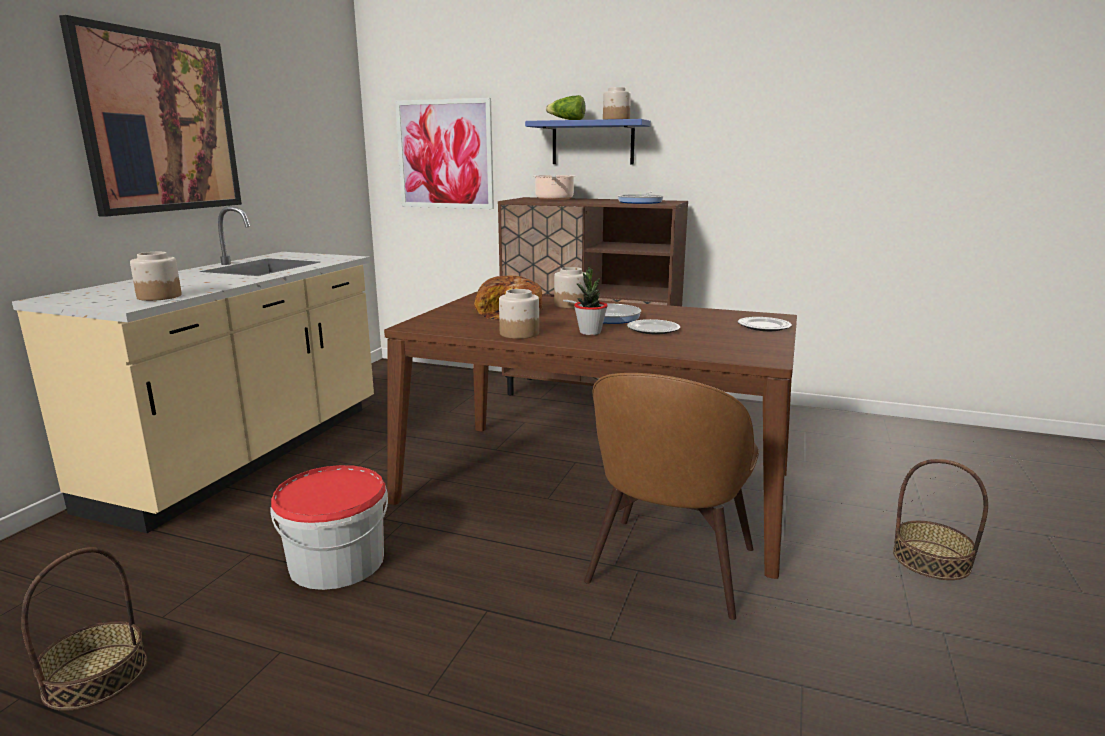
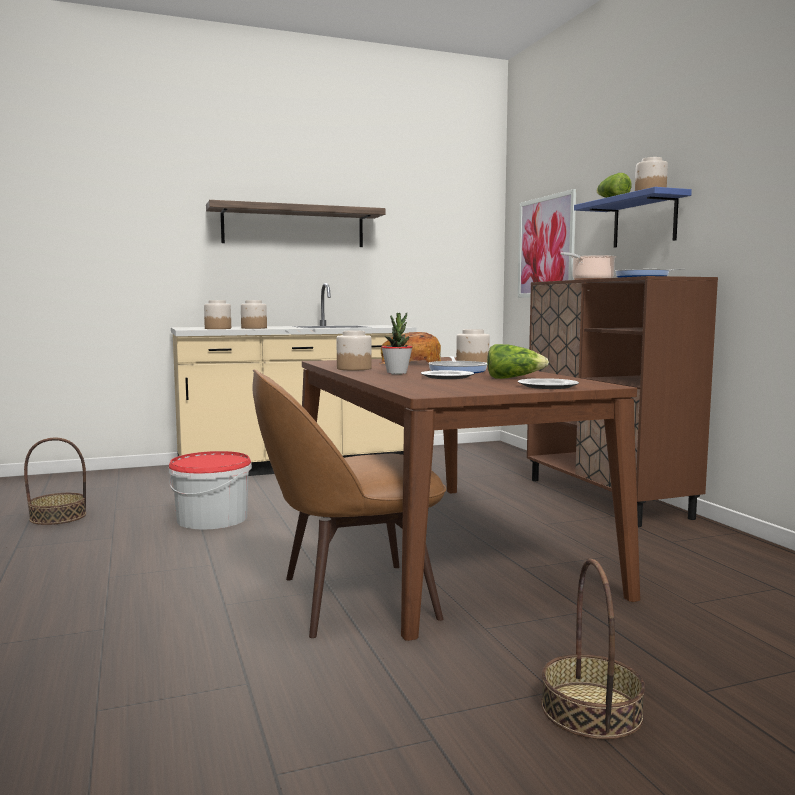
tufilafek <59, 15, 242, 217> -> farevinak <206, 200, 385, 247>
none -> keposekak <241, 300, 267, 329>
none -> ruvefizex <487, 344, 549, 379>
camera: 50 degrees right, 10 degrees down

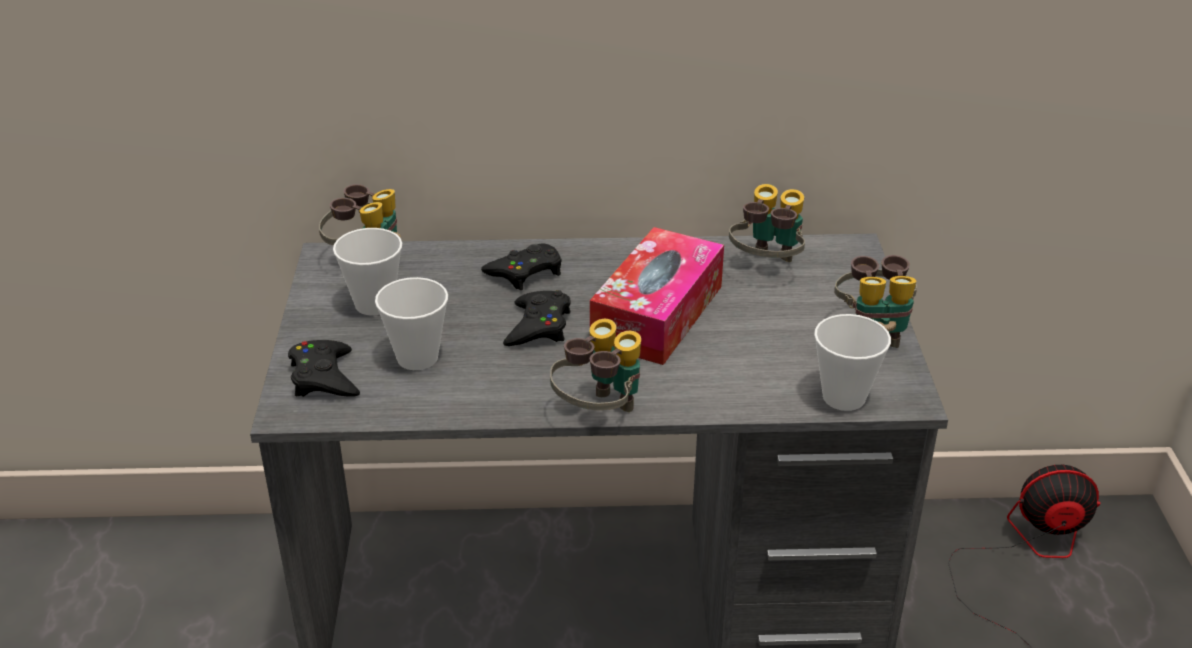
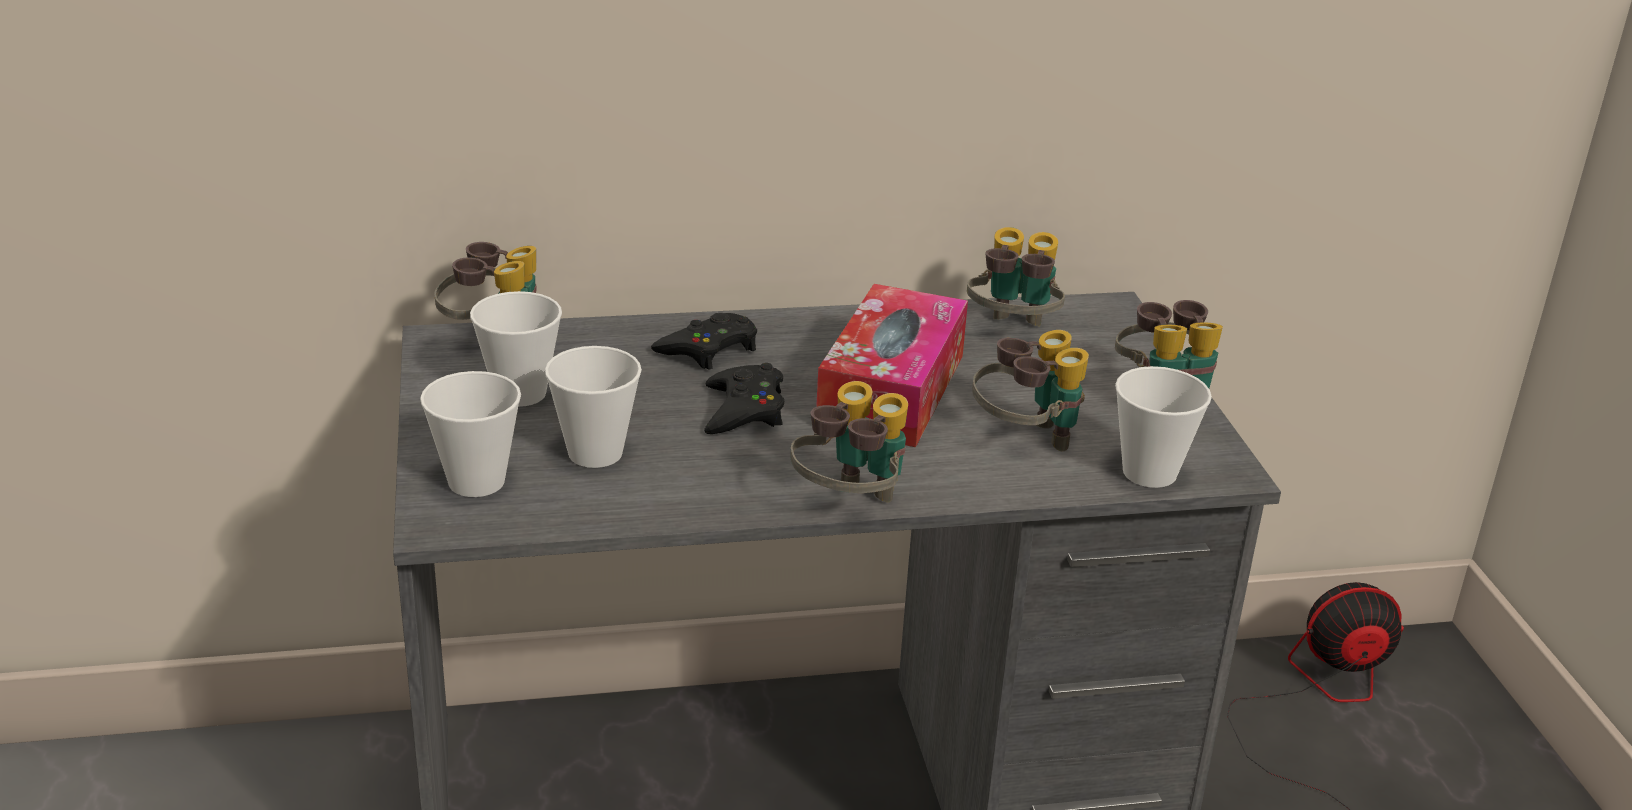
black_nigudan <288, 340, 360, 397> -> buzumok <420, 371, 521, 497>
none -> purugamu <972, 330, 1089, 451>
camera: 10 degrees left, 5 degrees down

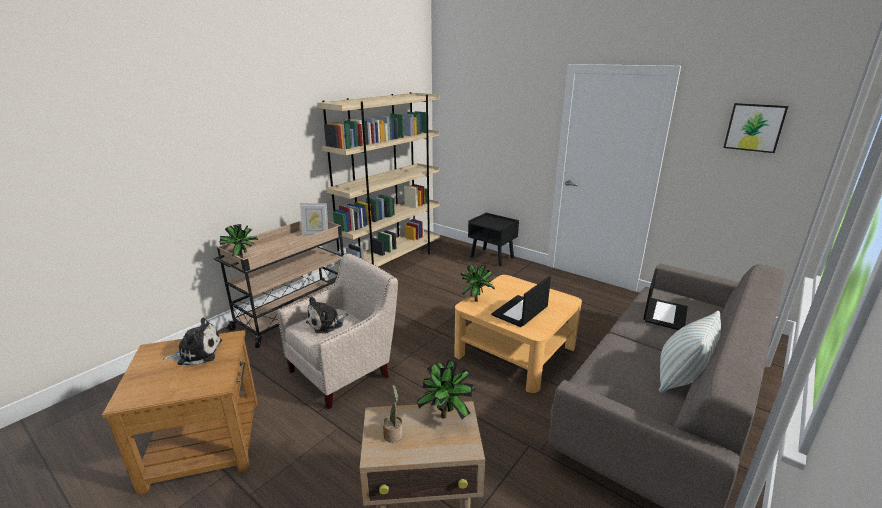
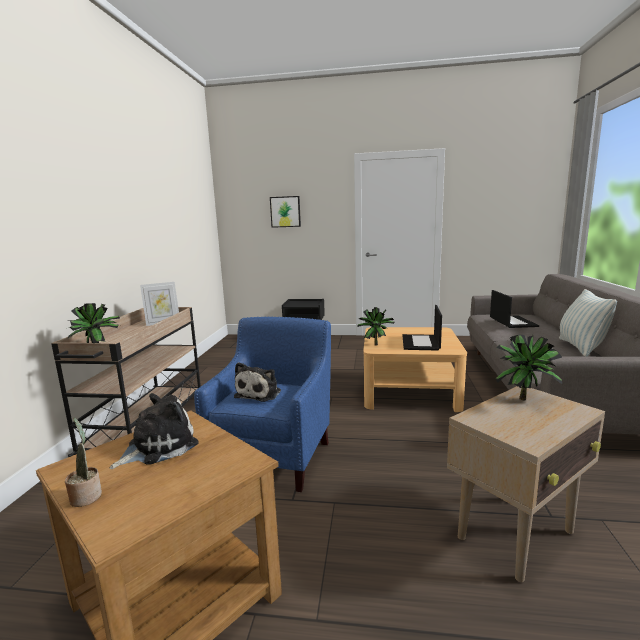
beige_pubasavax <317, 92, 440, 270> -> none
tufilafek <723, 103, 789, 153> -> tufilafek <270, 196, 301, 228>, shifted
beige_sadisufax <277, 253, 398, 409> -> blue_sadisufax <194, 316, 331, 492>
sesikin <383, 385, 403, 443> -> sesikin <65, 418, 102, 507>, shifted
camera: 30 degrees left, 10 degrees down

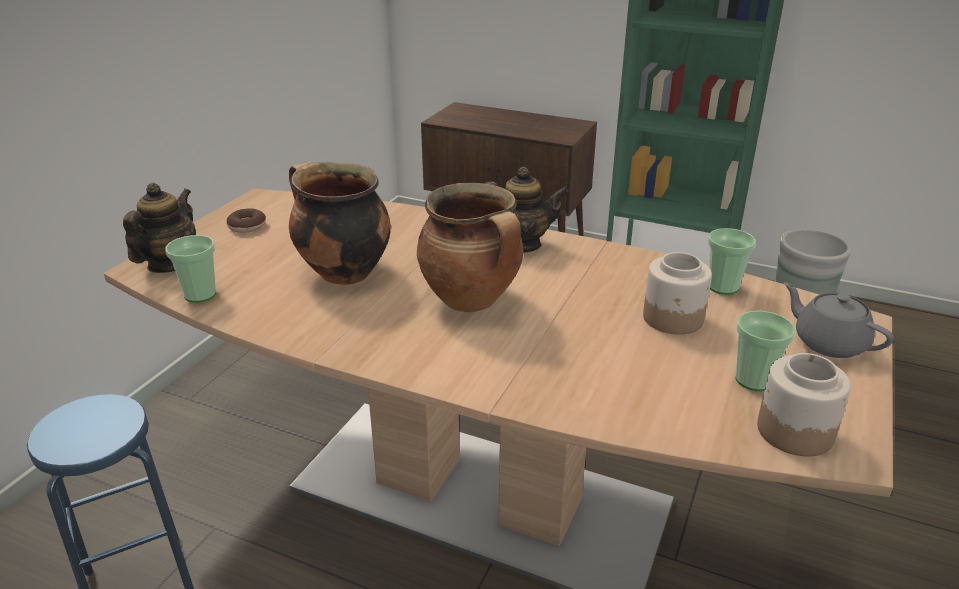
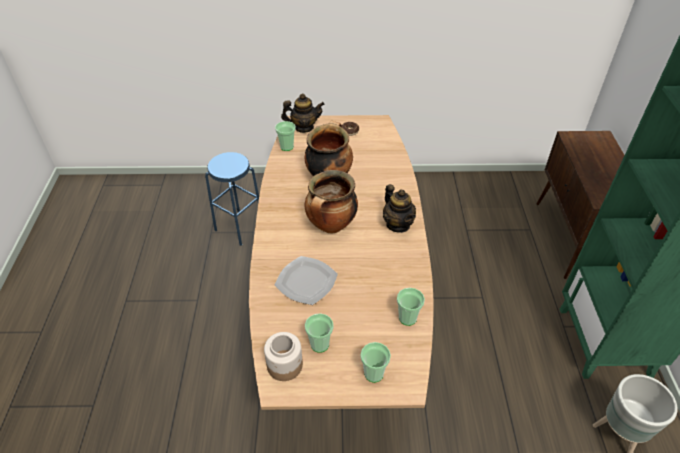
keposekak <643, 252, 712, 335> -> none
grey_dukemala <784, 282, 894, 358> -> buzumok <360, 342, 391, 383>
none -> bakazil <275, 256, 338, 305>
camera: 65 degrees right, 15 degrees up

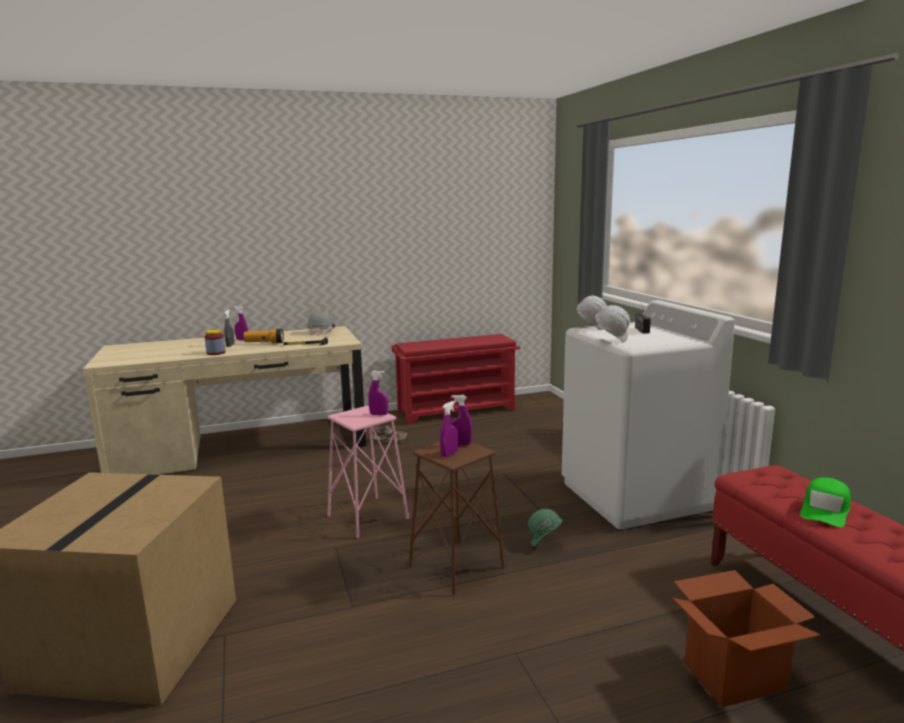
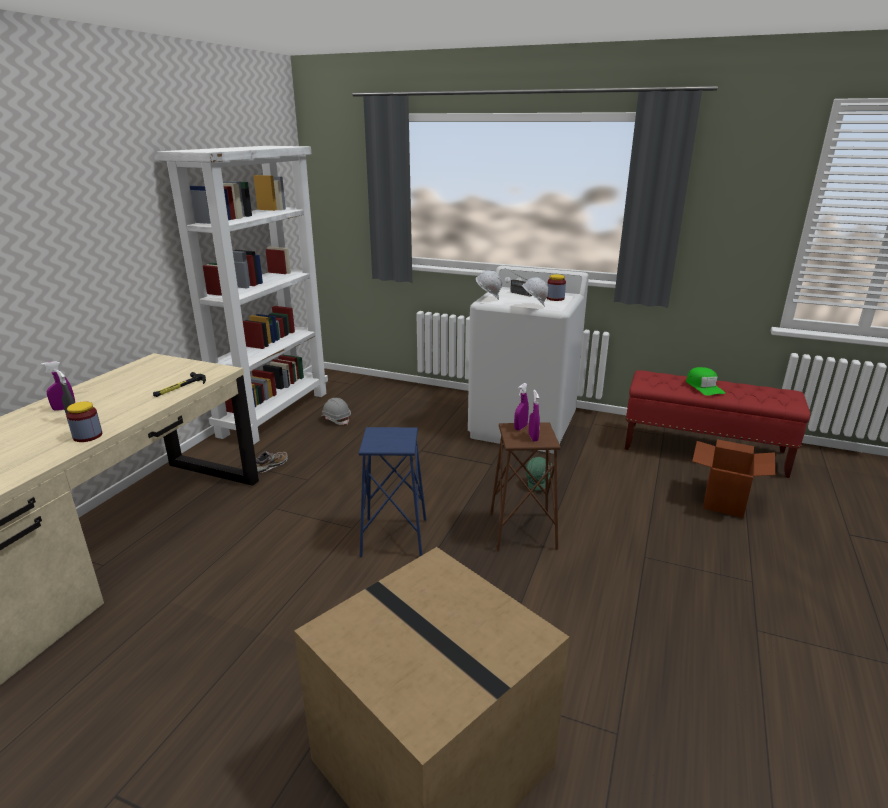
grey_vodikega <307, 309, 335, 336> -> grey_vodikega <320, 398, 351, 425>, shifted
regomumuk <244, 329, 284, 343> -> none
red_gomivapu <391, 334, 520, 424> -> white_pubasavax <157, 146, 328, 444>
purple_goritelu <368, 371, 388, 415> -> none
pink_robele <327, 405, 409, 539> -> blue_robele <359, 427, 426, 557>
none -> keposekak <547, 274, 566, 301>
camera: 50 degrees left, 10 degrees up

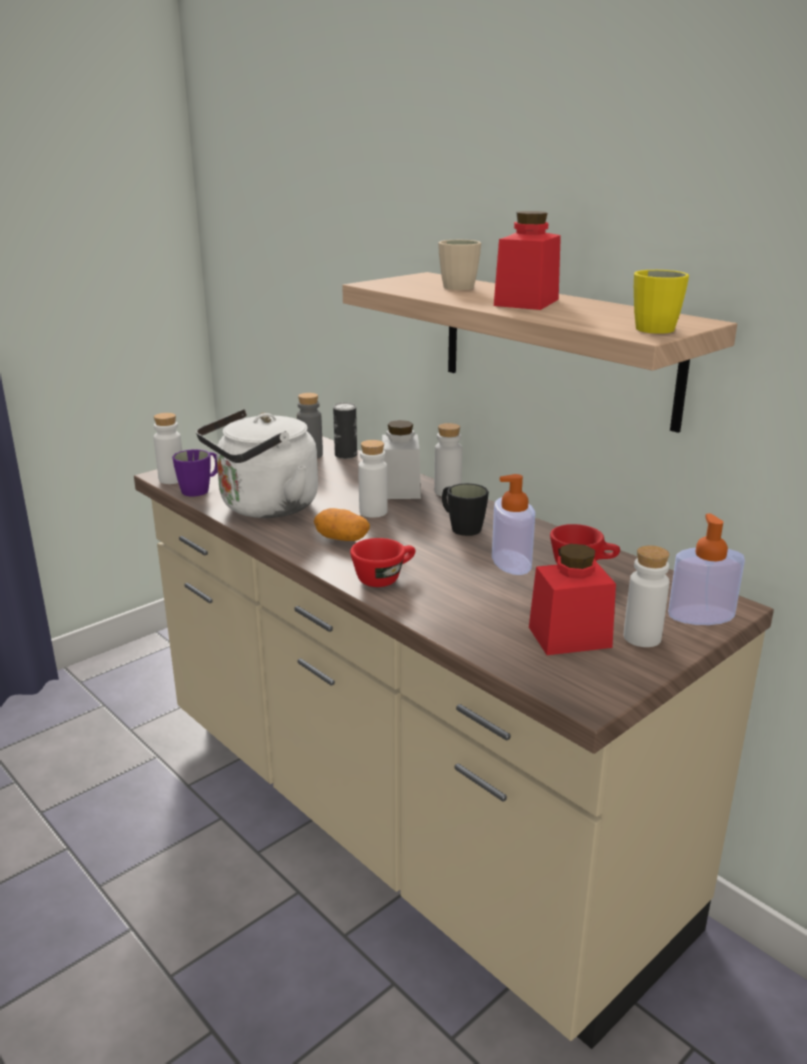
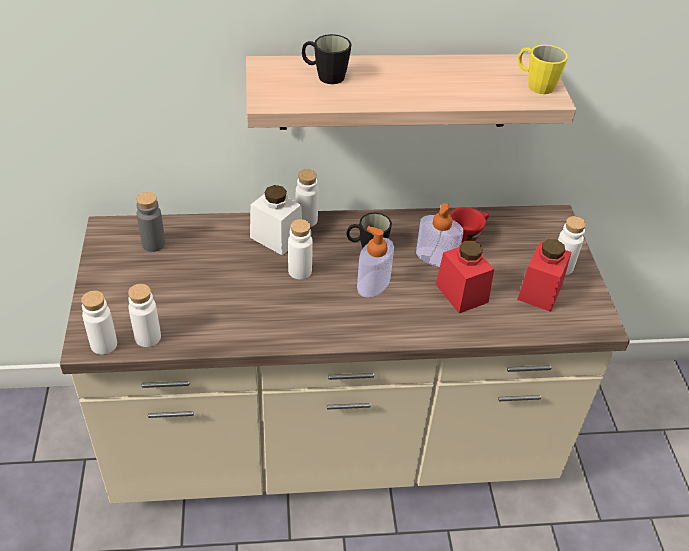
red_keposekak <494, 211, 561, 310> -> red_keposekak <435, 241, 494, 313>, shifted
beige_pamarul <438, 240, 481, 290> -> black_pamarul <302, 34, 352, 84>
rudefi <333, 402, 357, 459> -> none
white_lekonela <196, 409, 318, 518> -> none
purple_pamarul <172, 449, 218, 497> -> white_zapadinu <128, 284, 161, 347>
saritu <314, 508, 370, 541> -> none
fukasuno <668, 514, 745, 625> -> fukasuno <357, 226, 394, 298>, shifted
red_buzumok <350, 538, 415, 587> -> none
camera: 55 degrees left, 20 degrees up

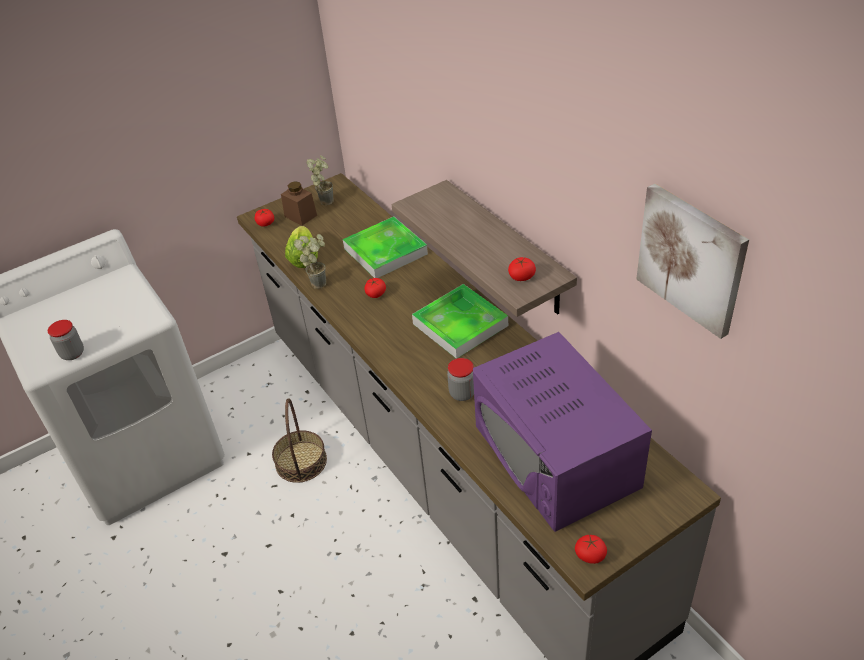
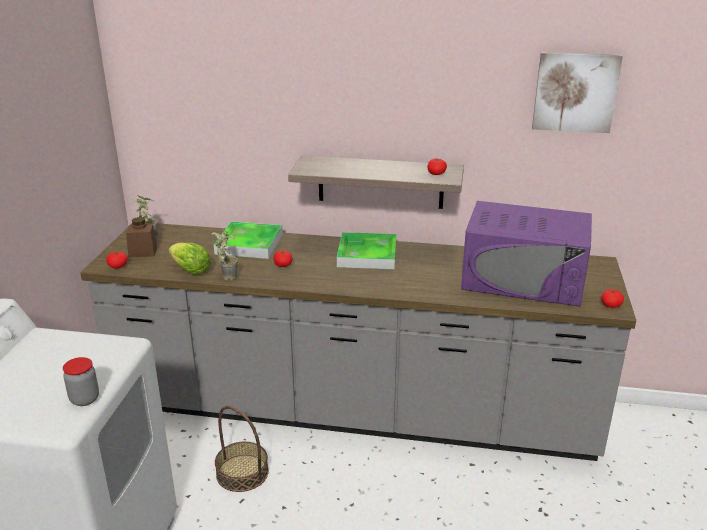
keposekak <447, 358, 474, 401> -> none
camera: 50 degrees left, 15 degrees down

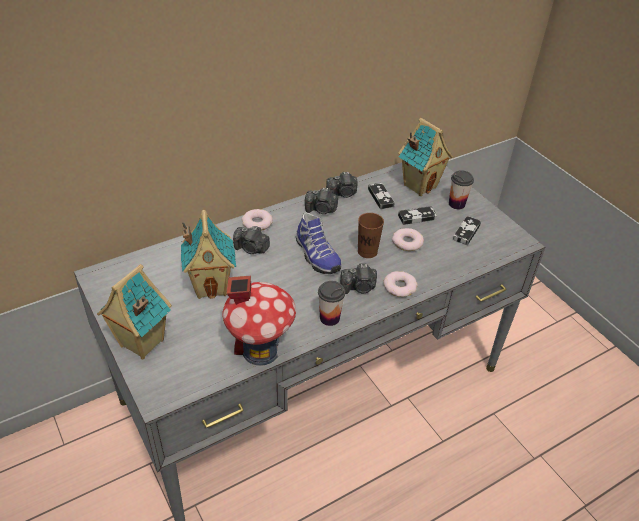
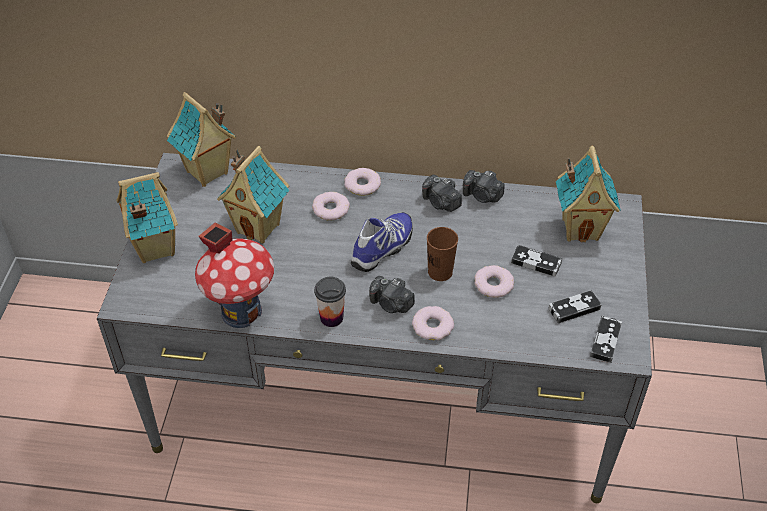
buzumok <449, 170, 474, 209> -> none
nigudan <368, 183, 395, 209> -> nigudan <590, 315, 622, 363>, shifted
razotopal <296, 213, 341, 274> -> razotopal <351, 212, 413, 272>, 150 degrees counterclockwise
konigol <233, 226, 270, 254> -> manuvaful <312, 192, 350, 220>
none -> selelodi <167, 92, 236, 187>
camera: 40 degrees right, 5 degrees up

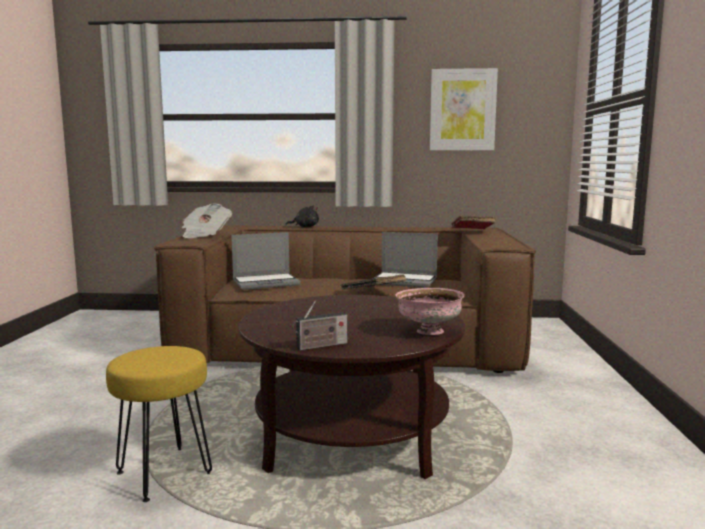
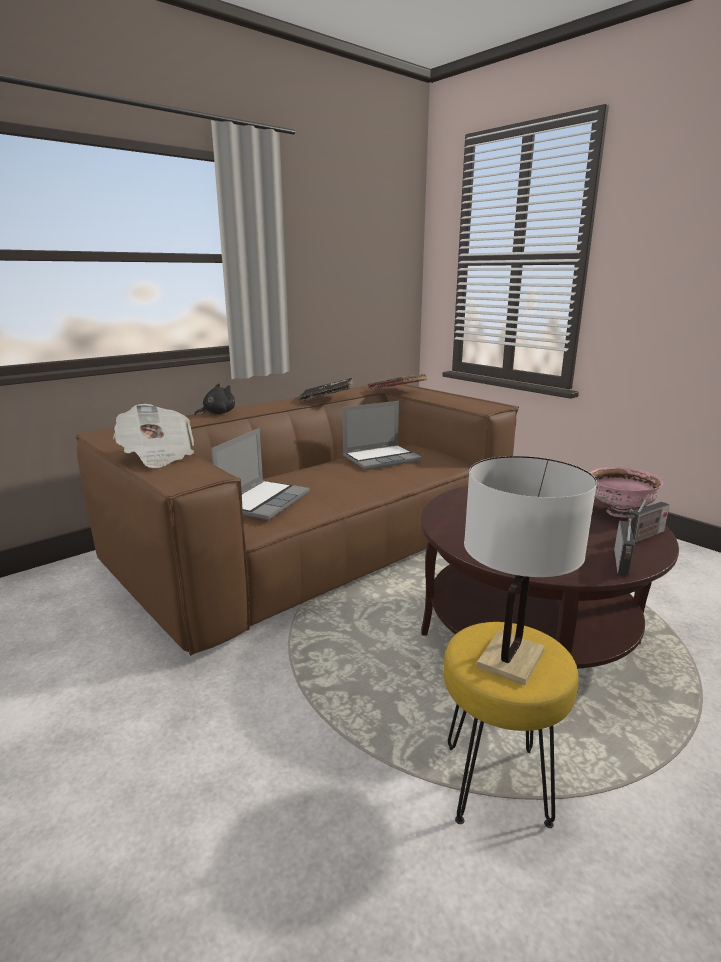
tufilafek <430, 68, 498, 150> -> none
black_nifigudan <340, 275, 406, 290> -> black_nifigudan <299, 378, 354, 401>, shifted
none -> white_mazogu <464, 456, 597, 686>
none -> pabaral <628, 494, 670, 543>
camera: 45 degrees left, 10 degrees up

